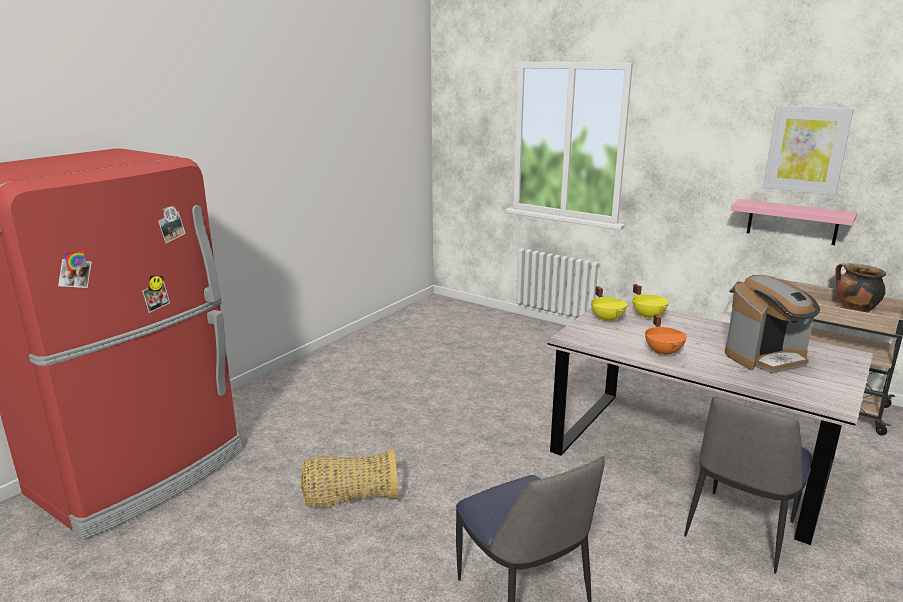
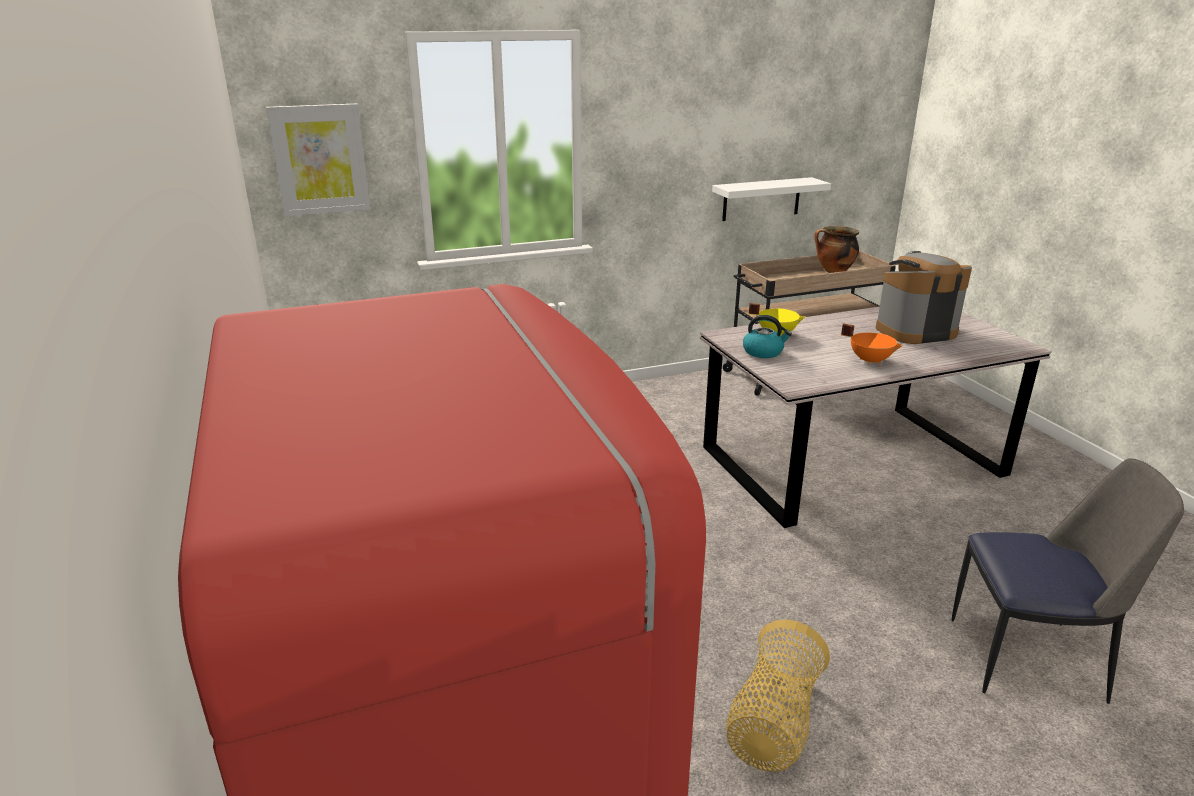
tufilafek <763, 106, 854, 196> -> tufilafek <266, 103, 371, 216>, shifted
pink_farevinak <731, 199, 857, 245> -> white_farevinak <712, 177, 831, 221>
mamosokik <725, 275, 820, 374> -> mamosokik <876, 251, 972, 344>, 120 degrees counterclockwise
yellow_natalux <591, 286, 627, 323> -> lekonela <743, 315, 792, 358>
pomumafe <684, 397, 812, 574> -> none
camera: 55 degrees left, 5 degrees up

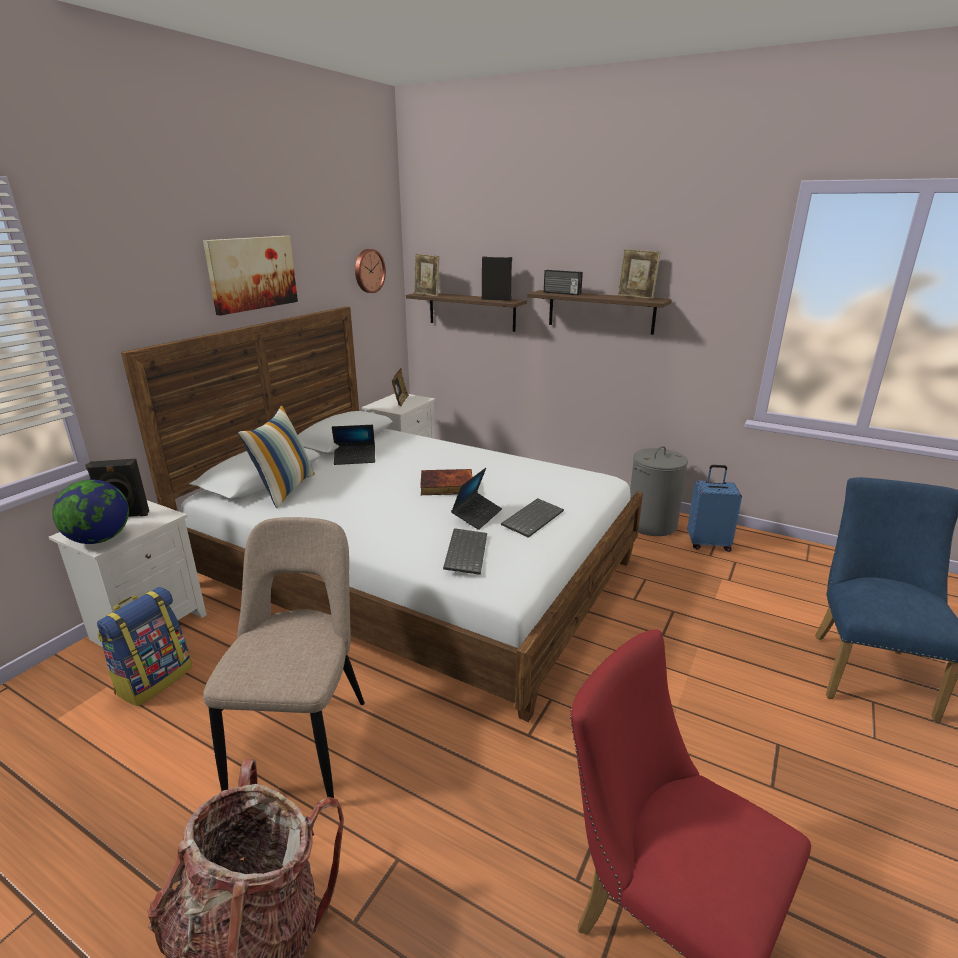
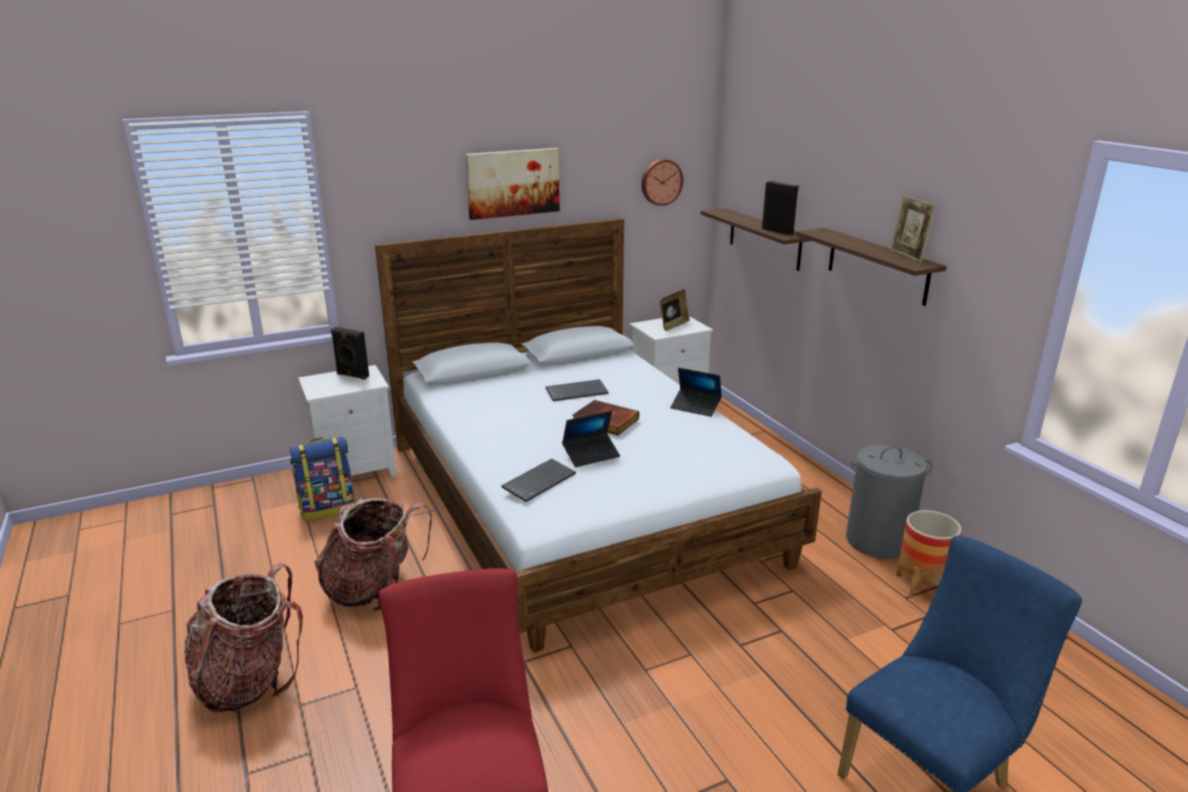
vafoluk <414, 253, 439, 297> -> none
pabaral <544, 270, 583, 295> -> none
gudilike <238, 405, 315, 508> -> none
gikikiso <332, 425, 375, 465> -> gikikiso <670, 368, 722, 417>, shifted
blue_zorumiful <687, 465, 742, 552> -> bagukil <896, 510, 962, 598>
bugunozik <52, 480, 129, 544> -> none
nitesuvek <501, 498, 564, 538> -> nitesuvek <545, 379, 609, 401>, shifted
beige_pomumafe <203, 517, 365, 798> -> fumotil <315, 498, 432, 611>
camera: 35 degrees right, 0 degrees up

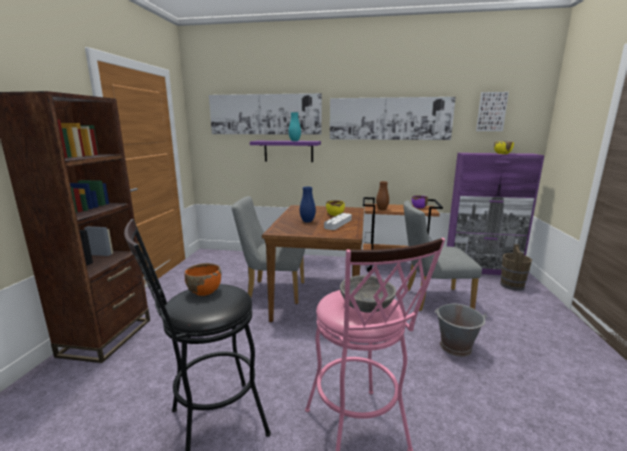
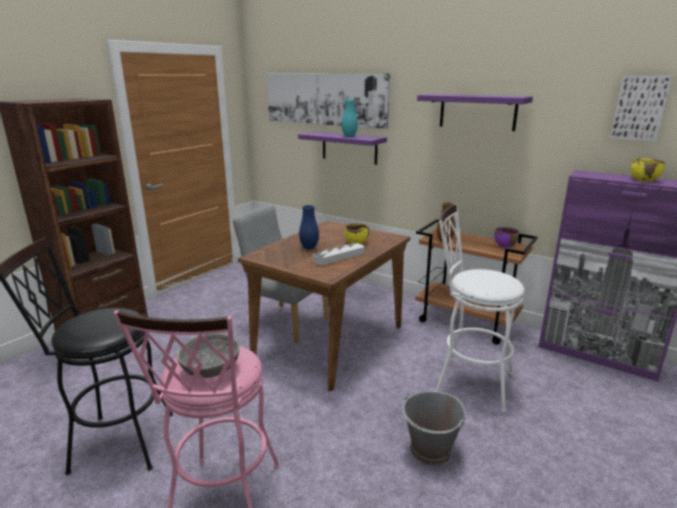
tufilafek <330, 97, 456, 140> -> purple_farevinak <417, 94, 533, 131>
grey_pomumafe <404, 200, 482, 311> -> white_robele <435, 204, 525, 412>
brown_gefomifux <500, 244, 532, 291> -> none
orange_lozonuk <185, 263, 221, 296> -> none
camera: 25 degrees right, 5 degrees up

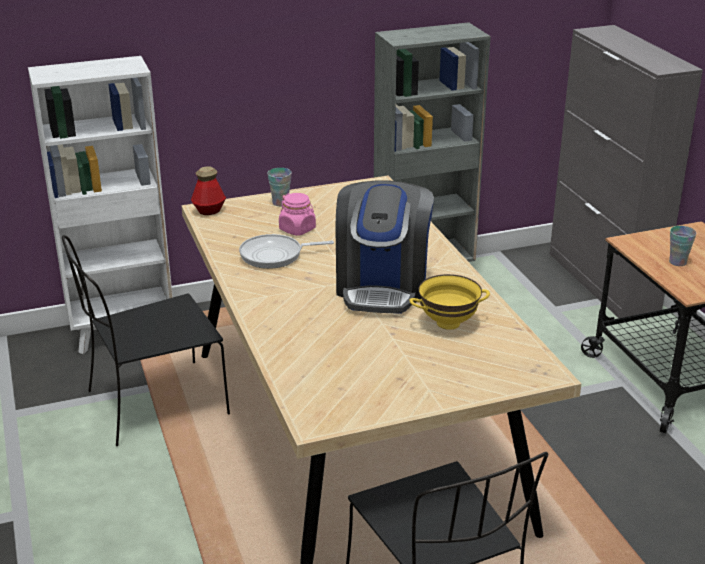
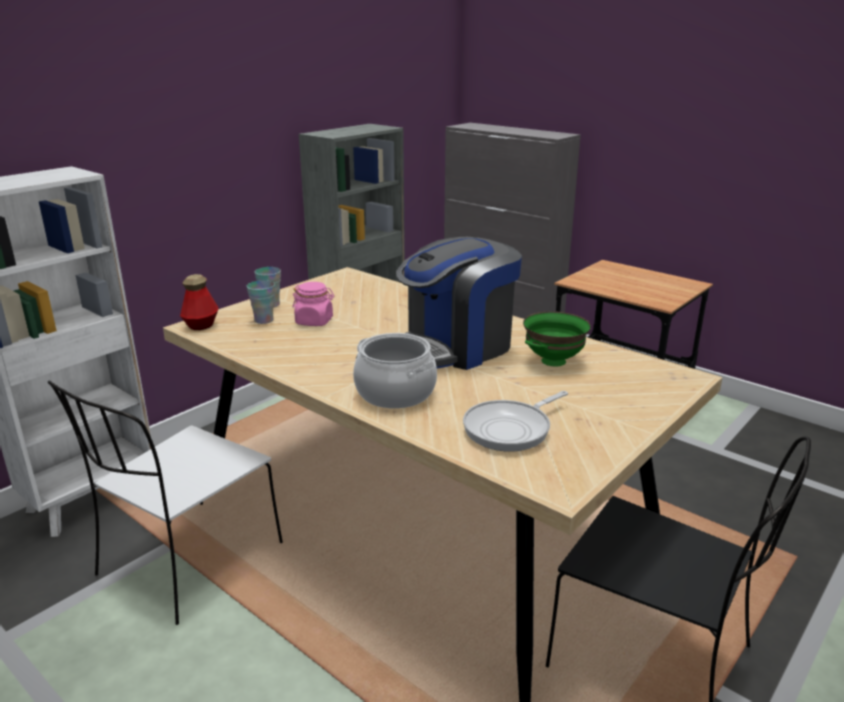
mamosokik <336, 180, 434, 314> -> mamosokik <396, 237, 522, 370>, 75 degrees clockwise
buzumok <669, 226, 696, 266> -> buzumok <247, 280, 275, 324>, shifted
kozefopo <239, 234, 334, 269> -> kozefopo <463, 391, 568, 452>, shifted
black_pomumafe <62, 235, 230, 446> -> white_pomumafe <48, 381, 283, 625>
yellow_lozonuk <409, 274, 490, 330> -> green_lozonuk <523, 311, 591, 367>
none -> natalux <353, 333, 437, 409>
camera: 30 degrees left, 5 degrees down

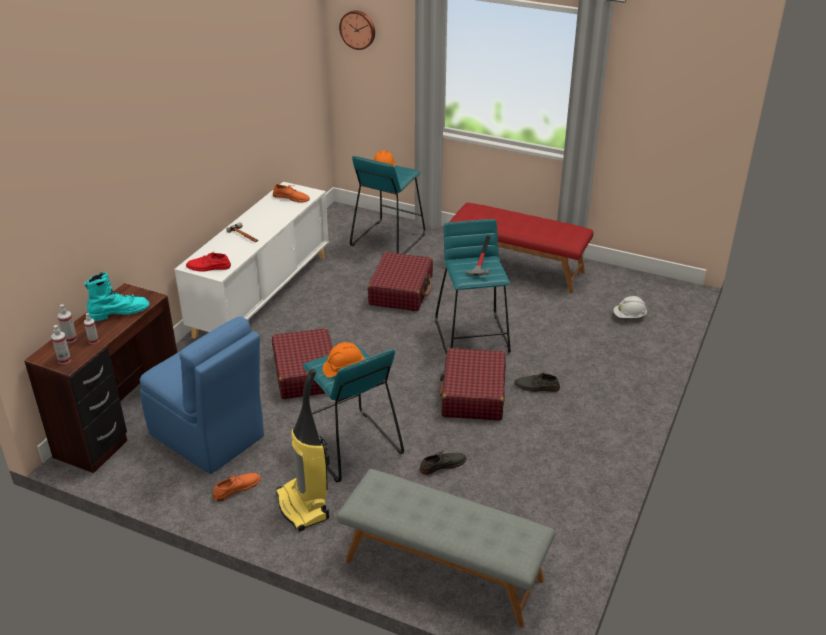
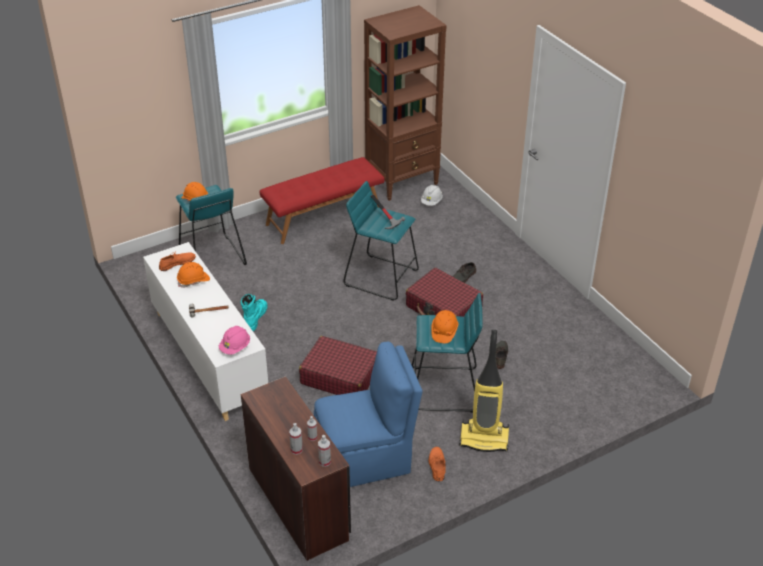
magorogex <339, 10, 375, 50> -> none
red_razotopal <186, 252, 231, 272> -> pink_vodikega <219, 326, 250, 355>
red_zorumiful <368, 252, 433, 311> -> none
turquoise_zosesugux <84, 272, 150, 321> -> turquoise_zosesugux <241, 294, 267, 331>, shifted
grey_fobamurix <337, 469, 555, 628> -> none
none -> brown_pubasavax <364, 5, 447, 201>
none -> orange_vodikega <177, 262, 210, 288>
camera: 55 degrees left, 5 degrees up

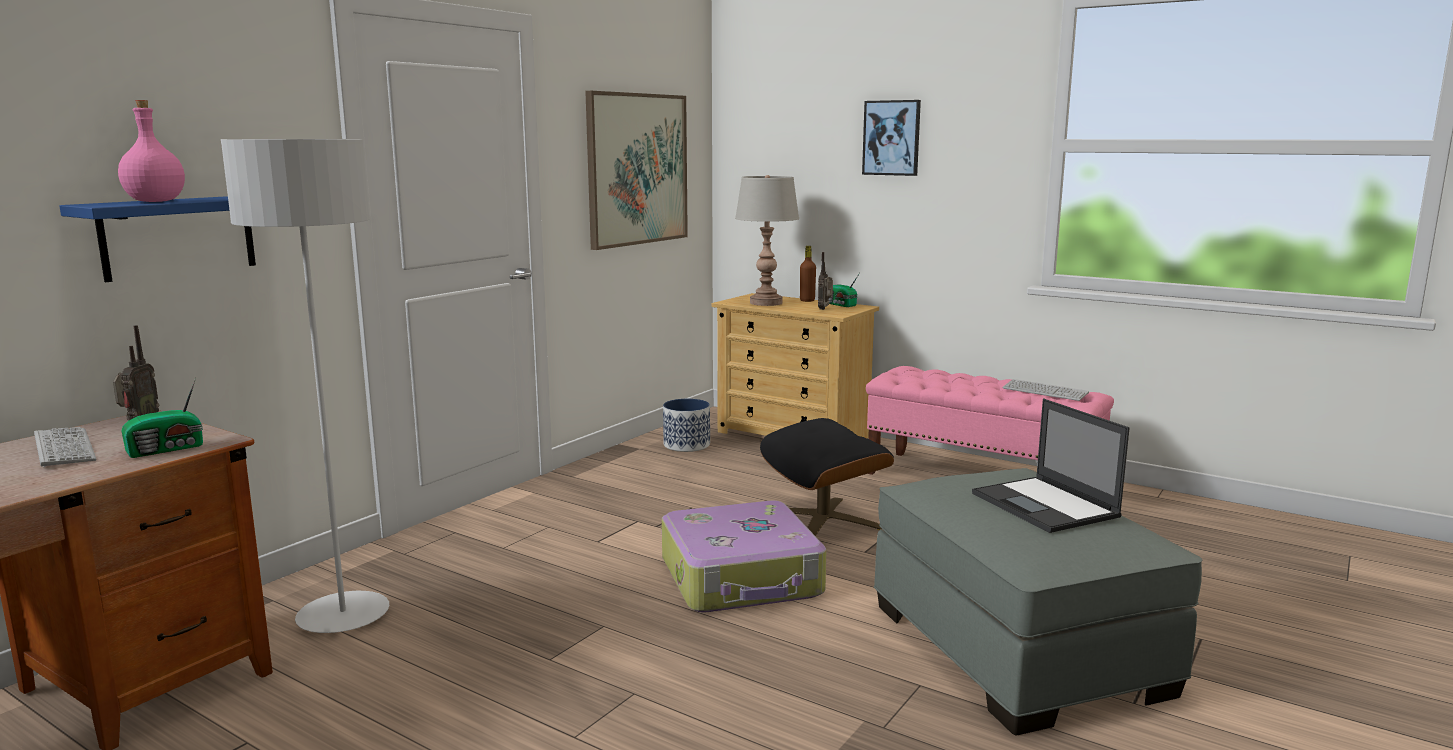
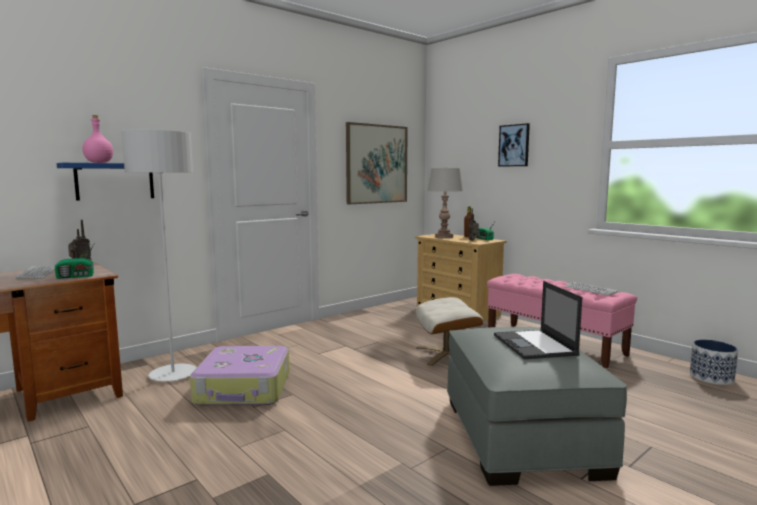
bagukil <663, 399, 710, 452> -> bagukil <690, 339, 738, 385>, shifted
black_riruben <760, 418, 894, 536> -> beige_riruben <415, 297, 483, 366>
zorumiful <662, 500, 827, 613> -> zorumiful <190, 346, 289, 406>, shifted
camera: 15 degrees right, 5 degrees down

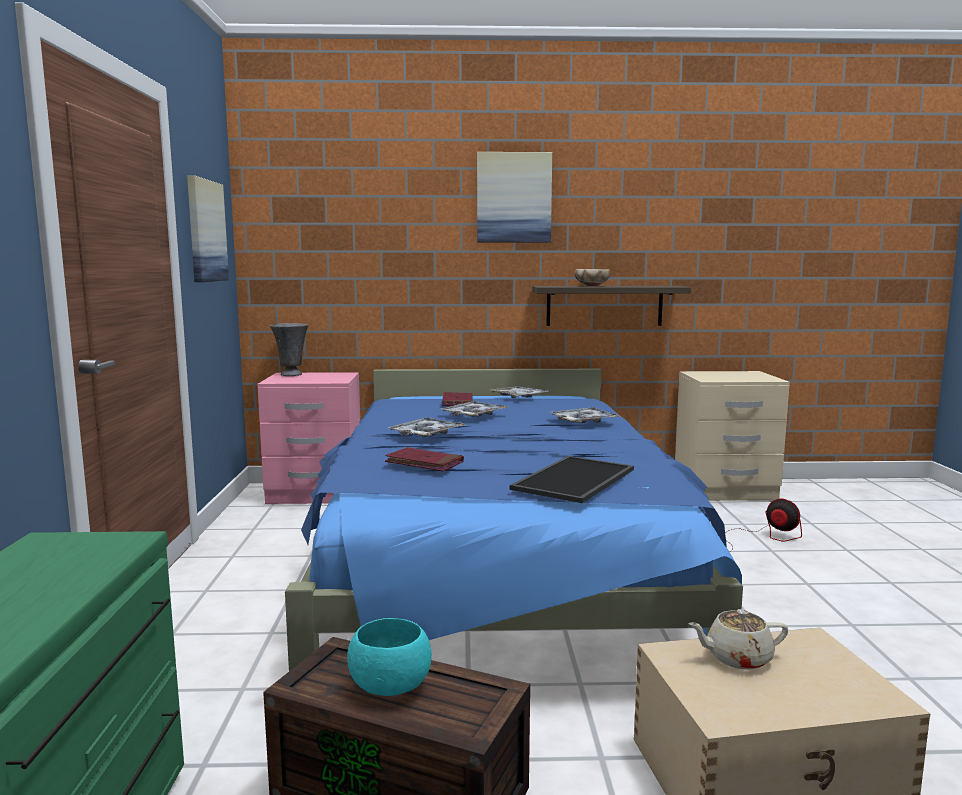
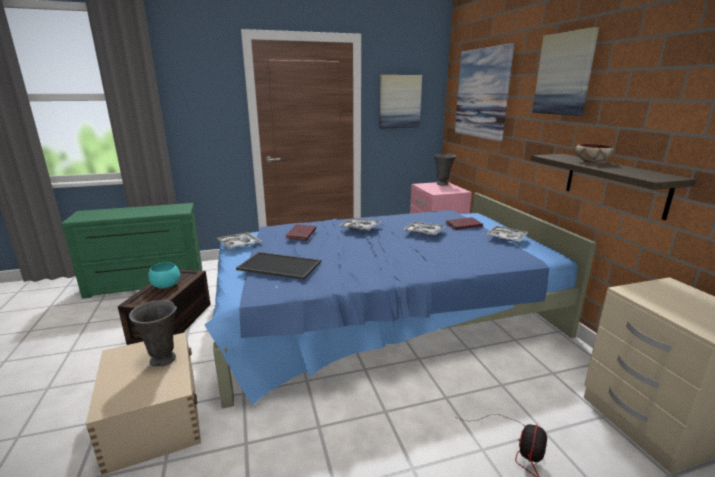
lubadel <551, 407, 620, 423> -> lubadel <217, 232, 262, 249>, shifted
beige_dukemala <688, 609, 788, 670> -> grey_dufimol <129, 300, 177, 367>
none -> tufilafek <455, 43, 514, 141>
camera: 75 degrees right, 10 degrees up

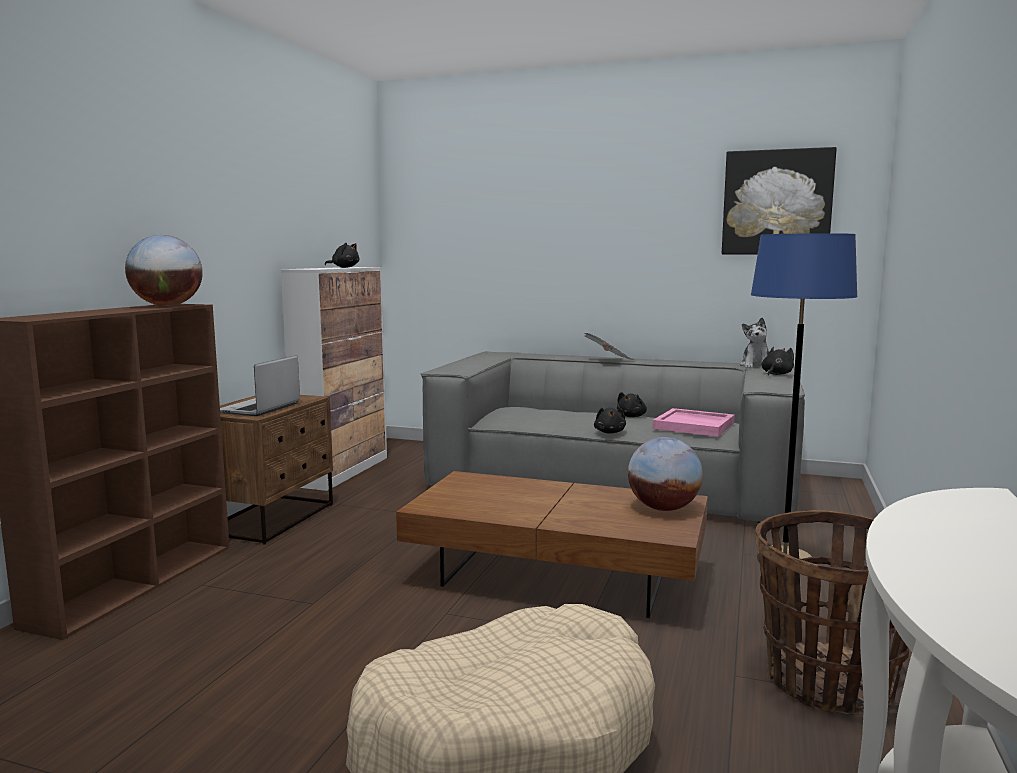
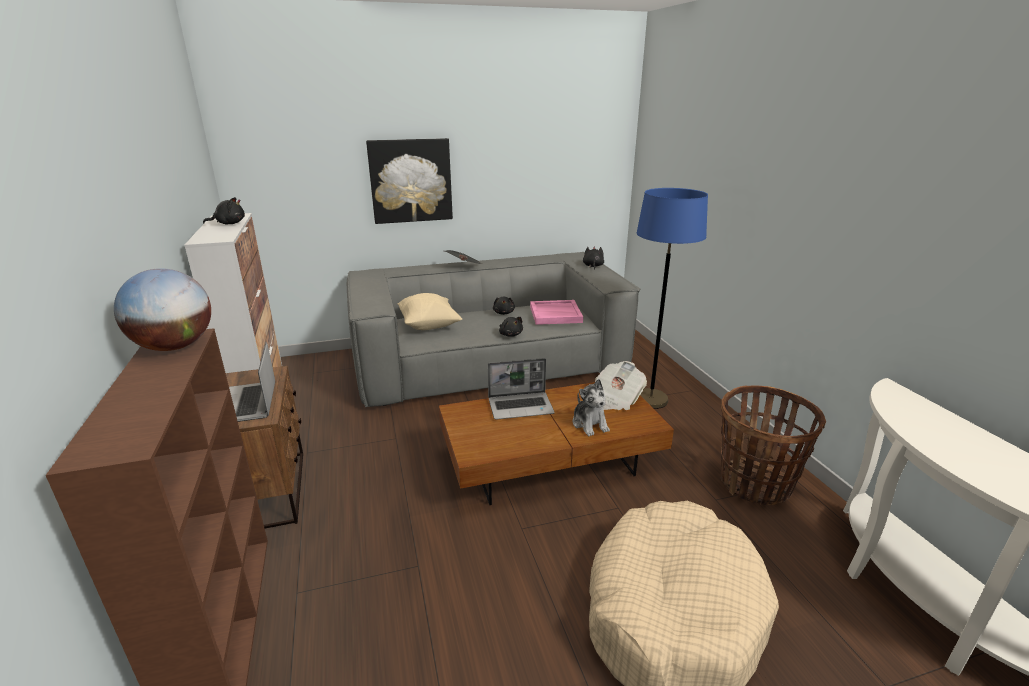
tufilafek <722, 147, 837, 254> -> tufilafek <366, 138, 453, 224>, shifted
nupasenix <740, 317, 769, 368> -> nupasenix <572, 379, 610, 436>, shifted
bugunozik <628, 437, 703, 511> -> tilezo <595, 361, 647, 410>
none -> beige_gudilike <397, 293, 462, 330>
none -> gikikiso <488, 358, 555, 420>
camera: 35 degrees left, 15 degrees up

